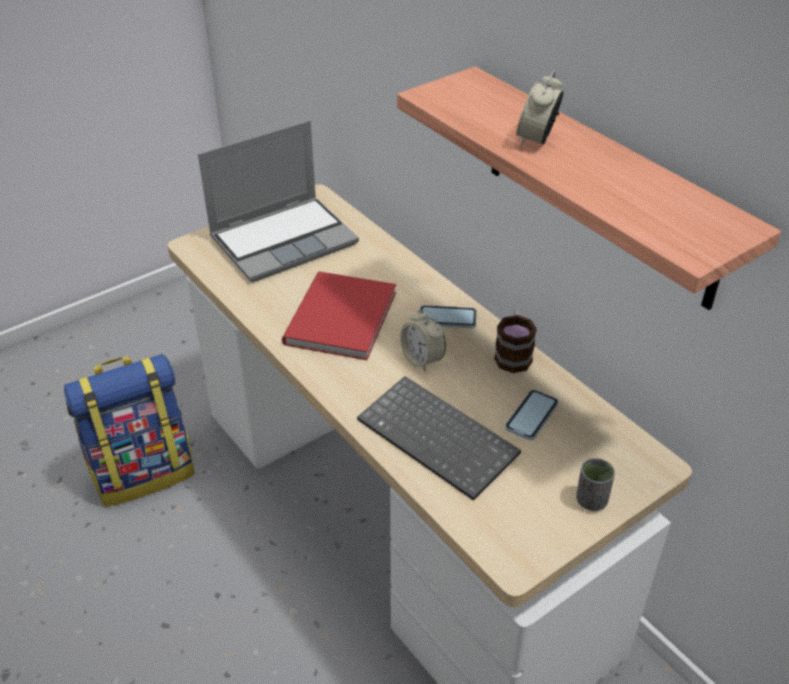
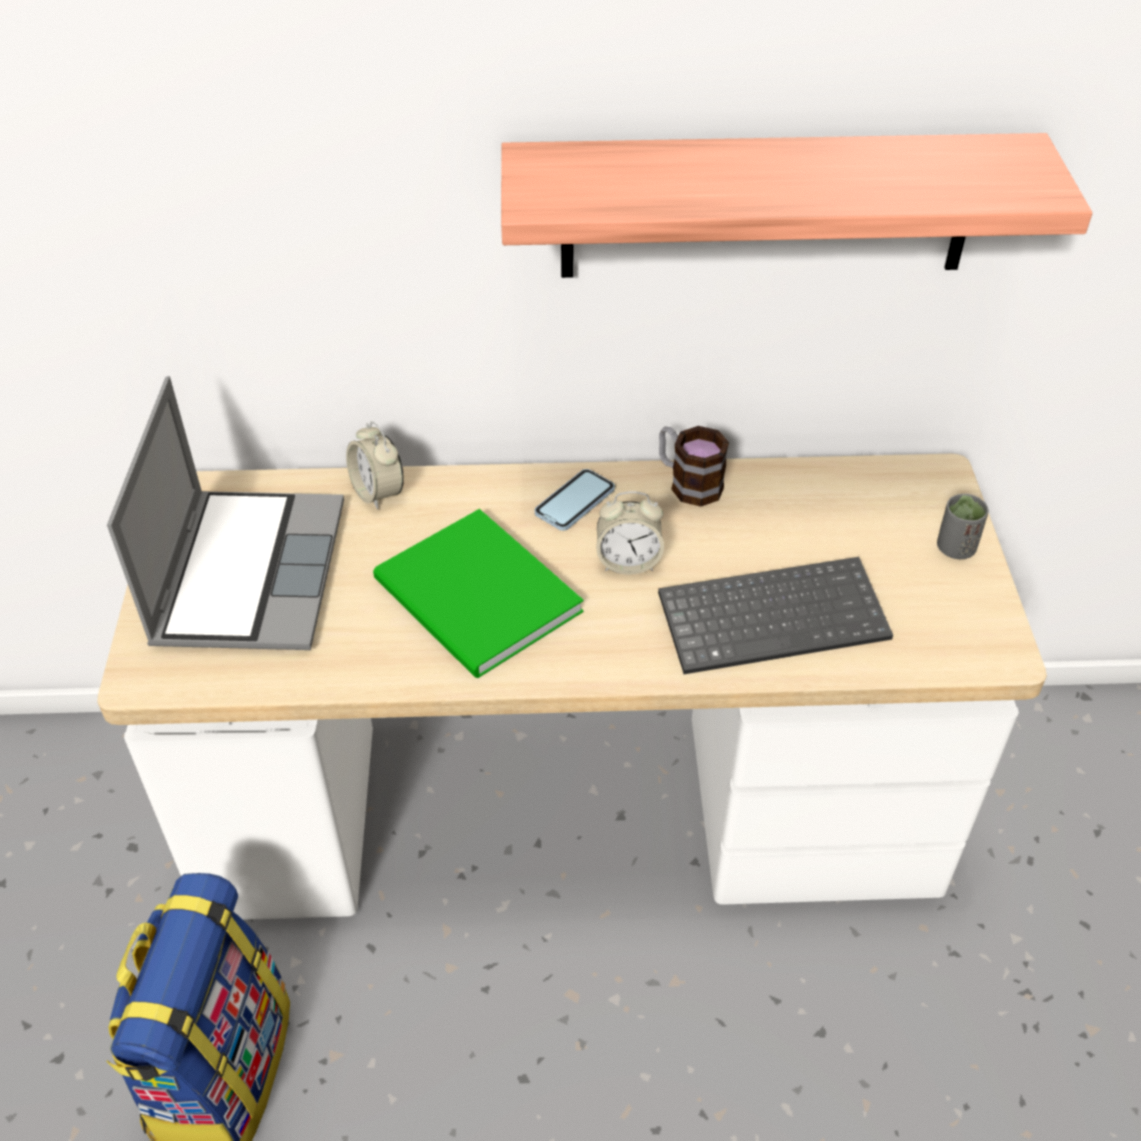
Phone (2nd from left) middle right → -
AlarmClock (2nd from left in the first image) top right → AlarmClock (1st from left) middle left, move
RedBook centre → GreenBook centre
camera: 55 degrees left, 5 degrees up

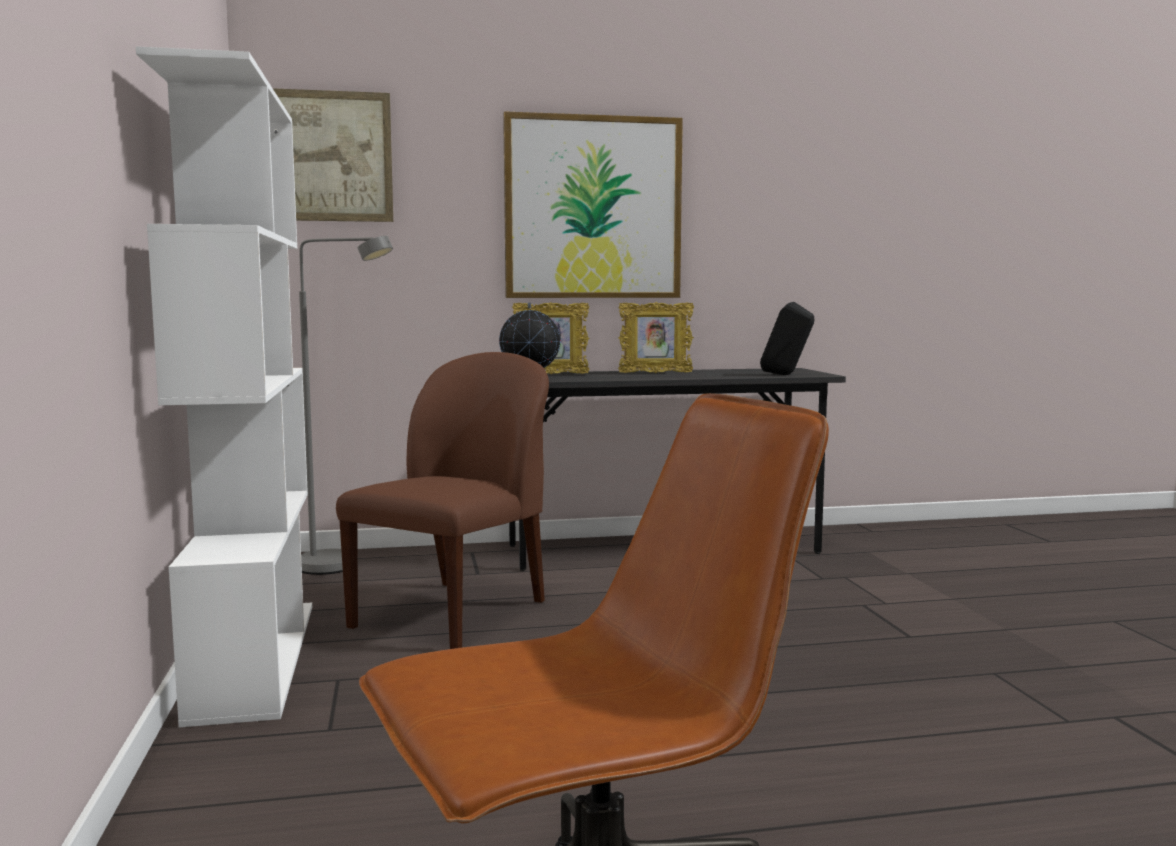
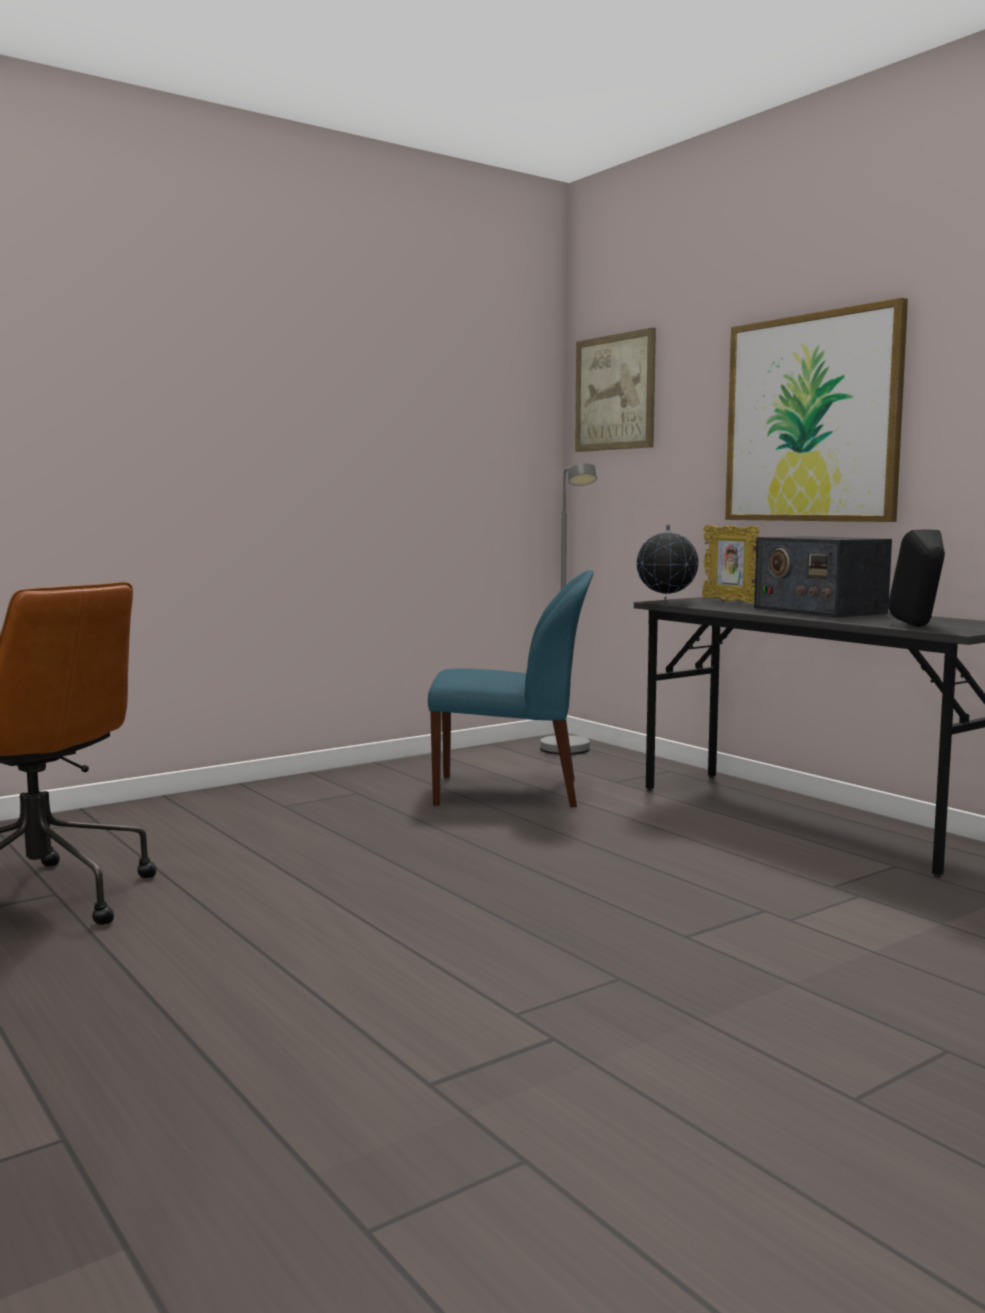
WhiteBookcase middle left → -
PictureFrame (2nd from left) centre → Radio middle right
BrownChair centre → BlueChair centre
camera: 65 degrees right, 0 degrees up

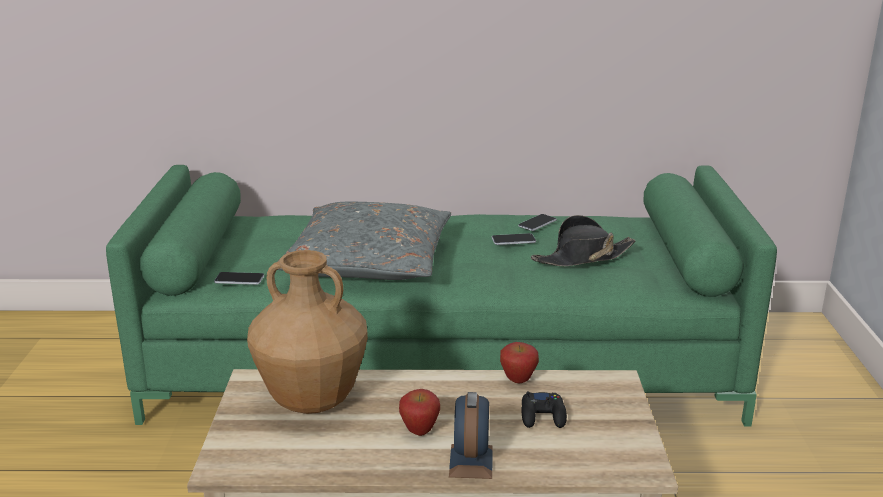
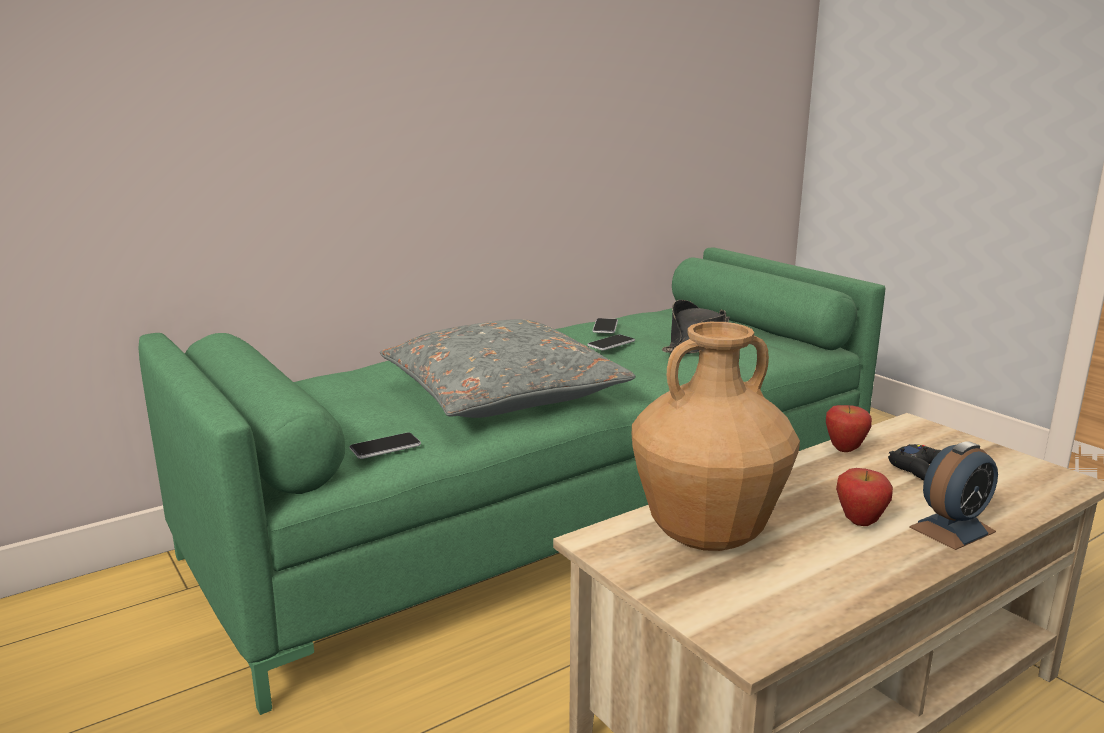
AlarmClock bottom centre → AlarmClock bottom right, 90 degrees counterclockwise
camera: 35 degrees left, 5 degrees down

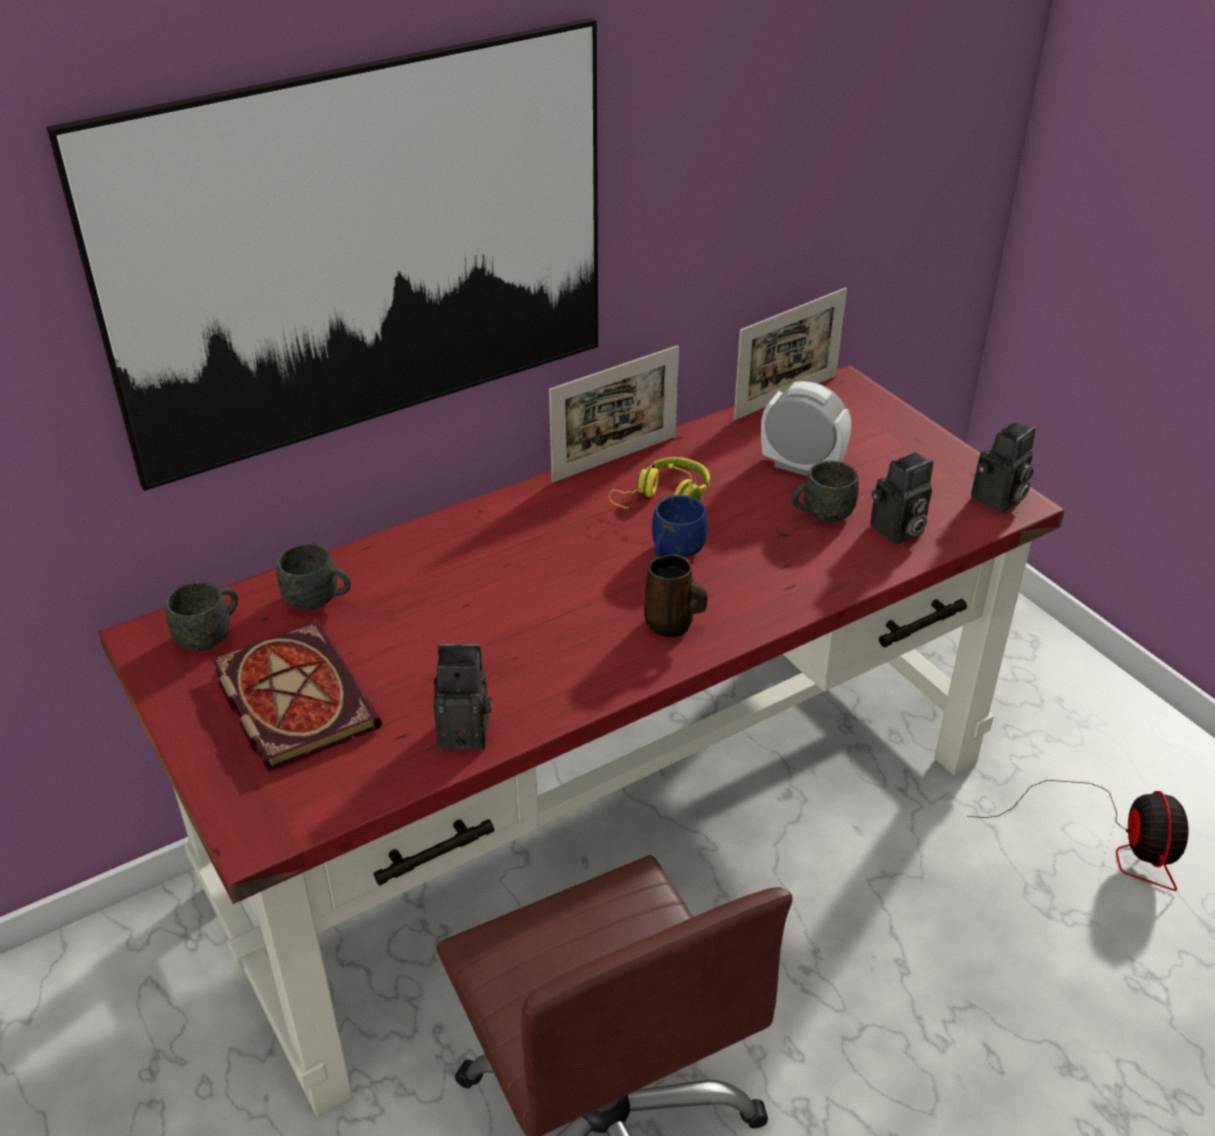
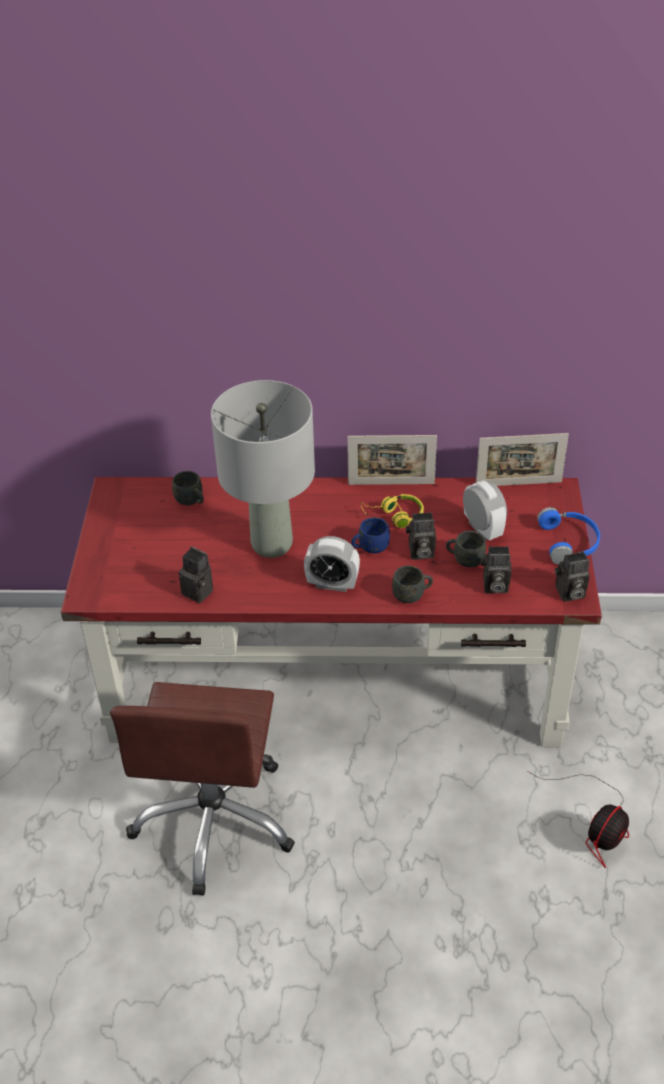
Picture top left → -
Book middle left → -
- → GreyTableLamp centre
- → PhotoCamera (2nd from left) centre
- → BlueHeadphones middle right
GreyMug (1st from left in the first image) middle left → GreyMug (2nd from left) centre, move
BrownMug centre → AlarmClock (1st from left) centre
camera: 35 degrees right, 5 degrees up

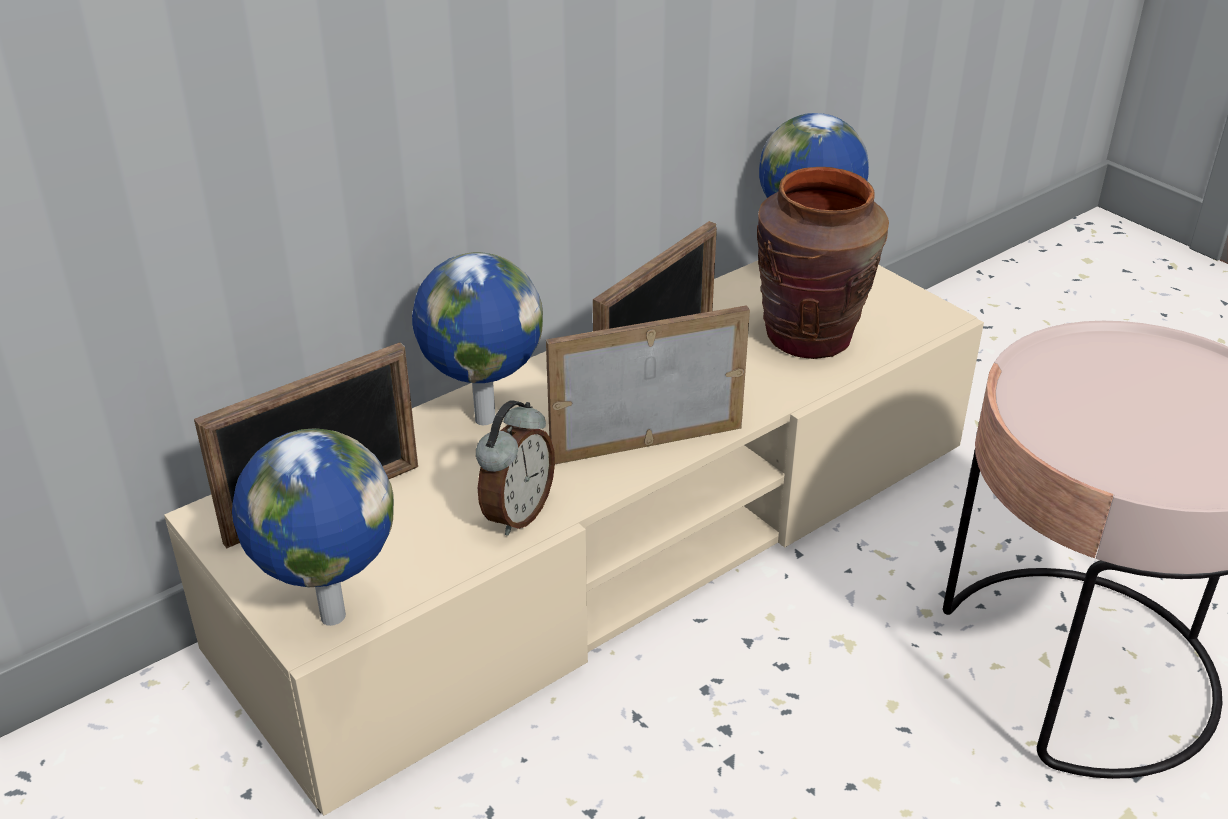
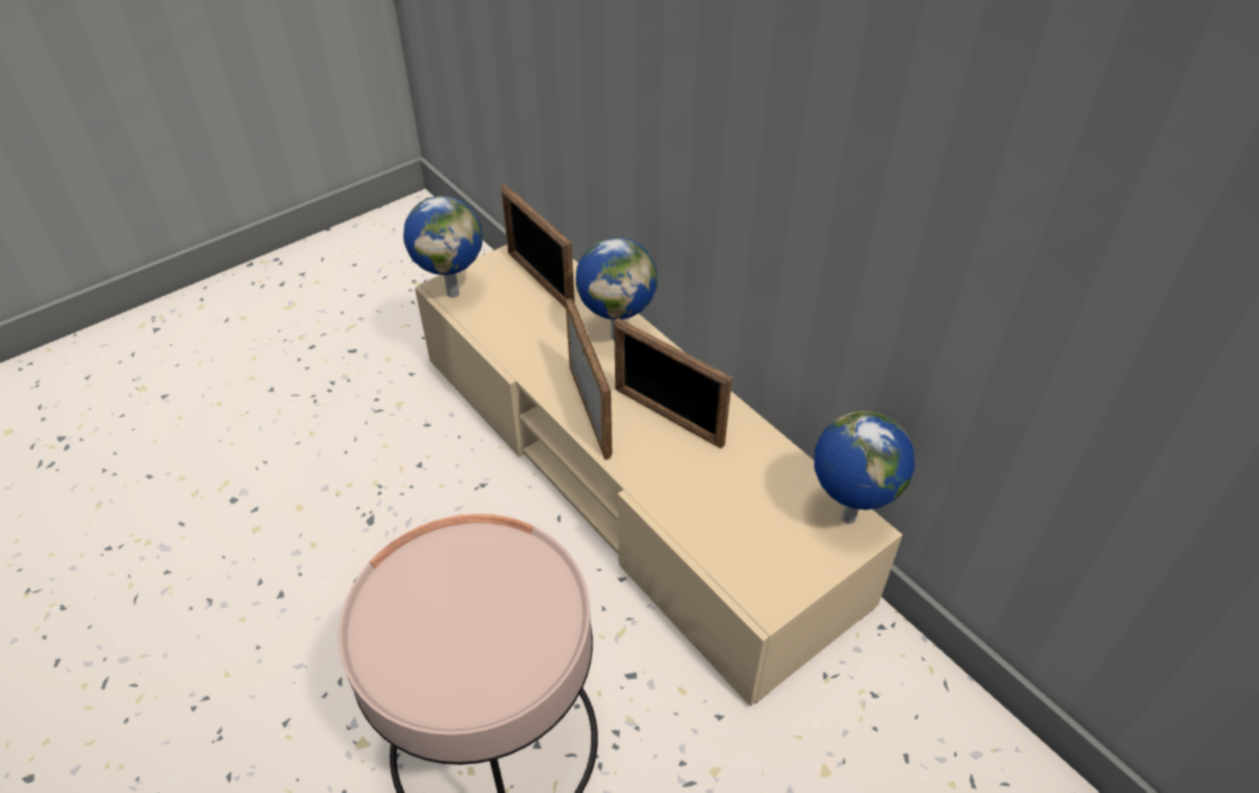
AlarmClock centre → -
BrownVase top right → -
camera: 90 degrees right, 10 degrees up

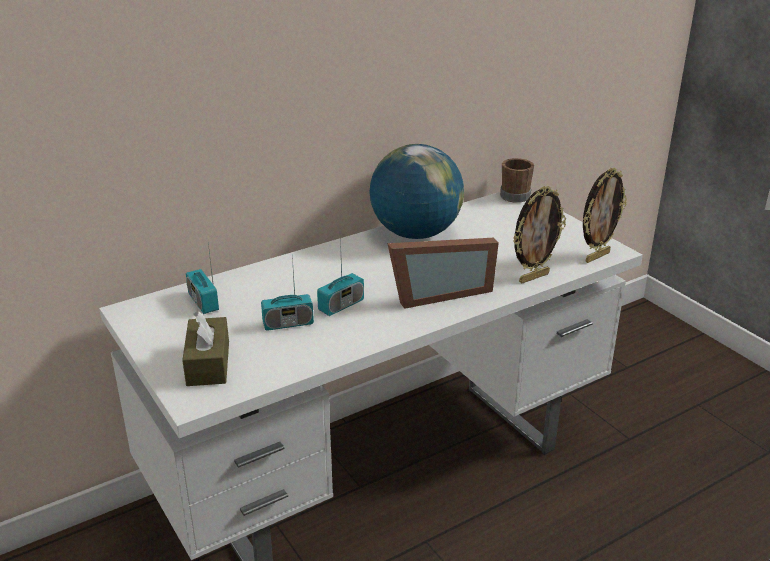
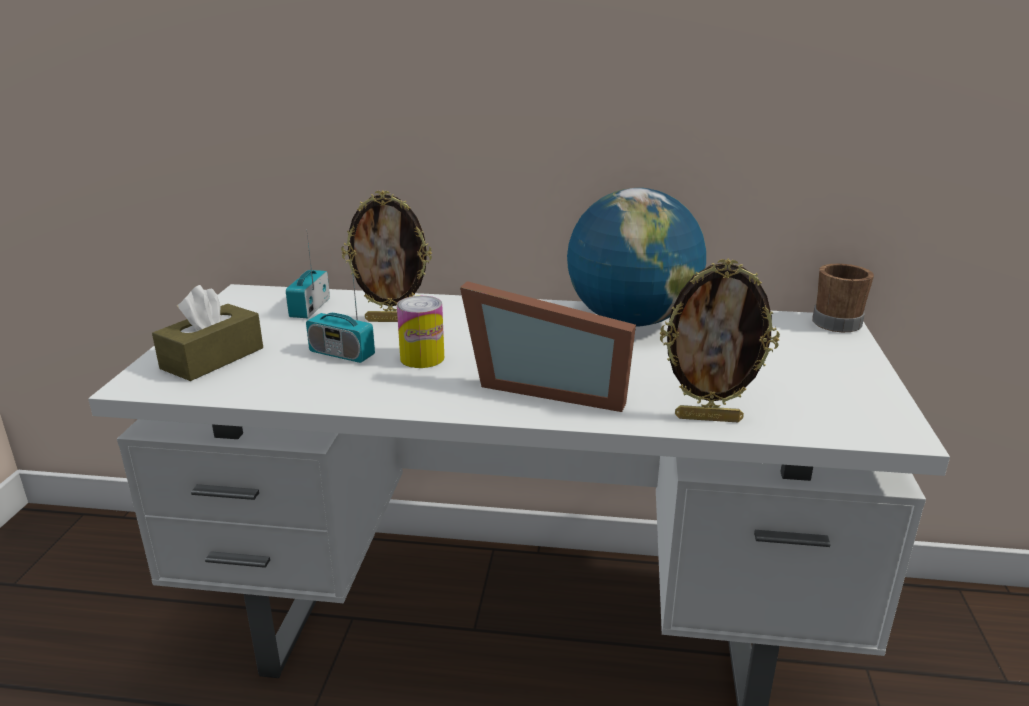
PictureFrame (3rd from left in the first image) middle right → PictureFrame (1st from left) centre, move
Radio (3rd from left) centre → Can centre
camera: 40 degrees right, 5 degrees down

